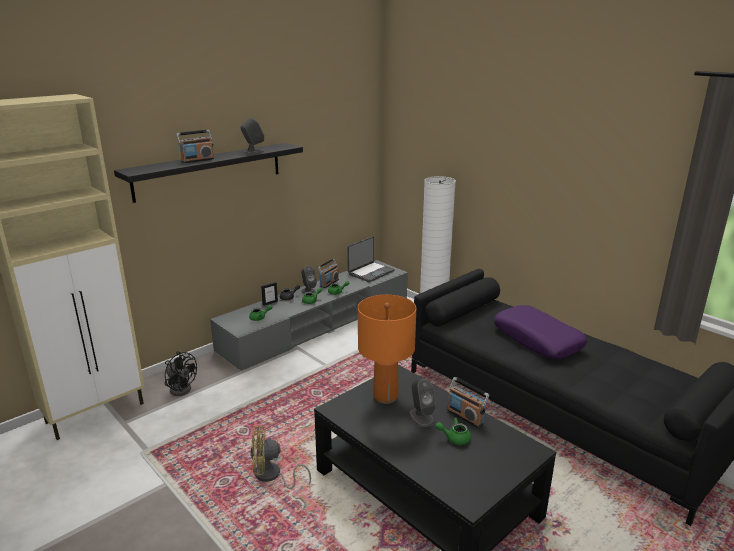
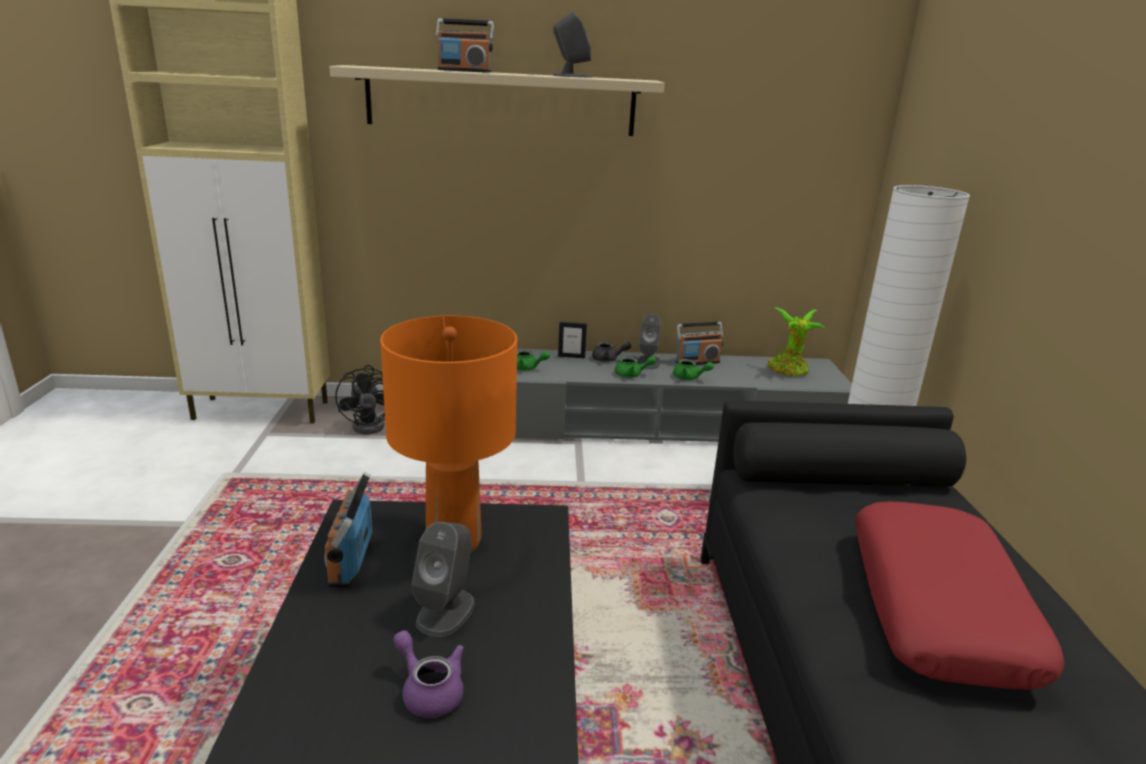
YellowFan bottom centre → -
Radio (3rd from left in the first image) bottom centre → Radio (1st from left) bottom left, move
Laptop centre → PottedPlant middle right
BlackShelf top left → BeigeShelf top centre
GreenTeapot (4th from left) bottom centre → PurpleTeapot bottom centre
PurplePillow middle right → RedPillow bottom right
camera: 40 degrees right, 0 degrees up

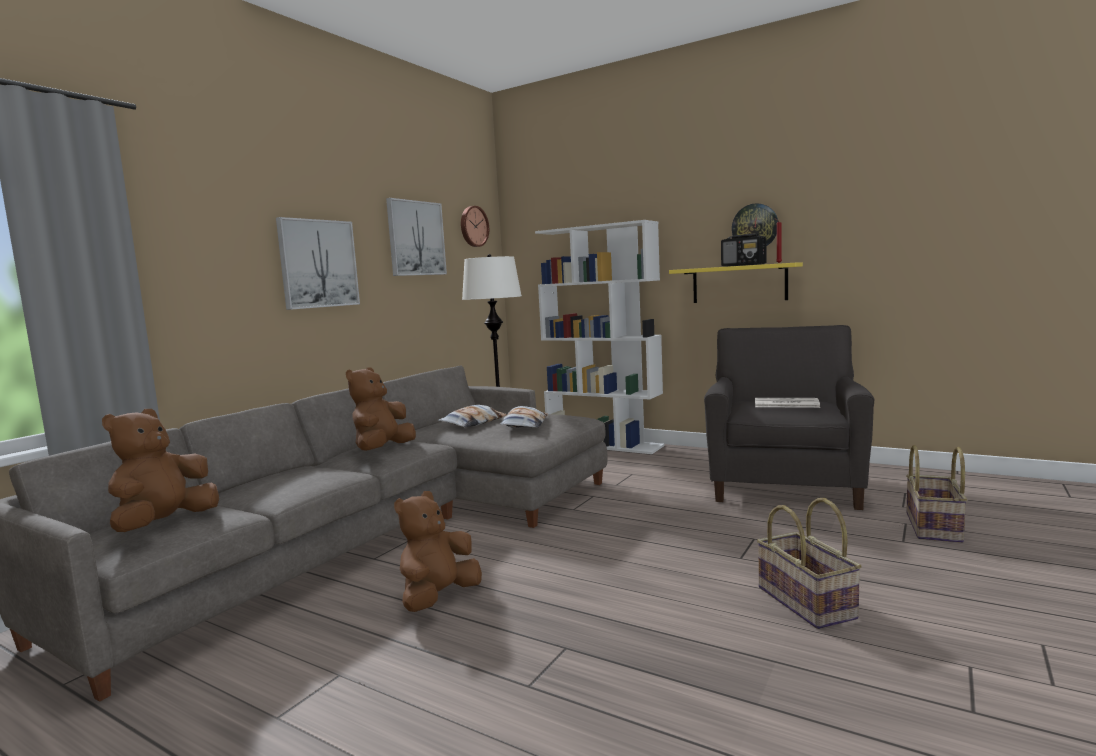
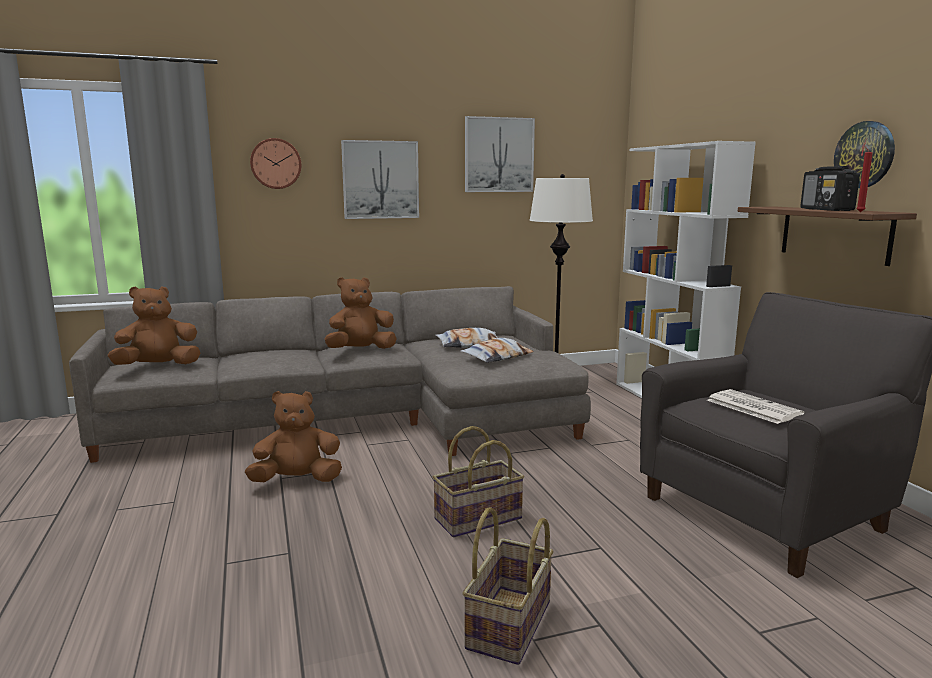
WallClock (1st from left) top centre → WallClock (1st from left) top left, move
Basket (2nd from left in the first image) middle right → Basket (1st from left) bottom centre, move
YellowShelf middle right → BrownShelf middle right
camera: 40 degrees right, 5 degrees up

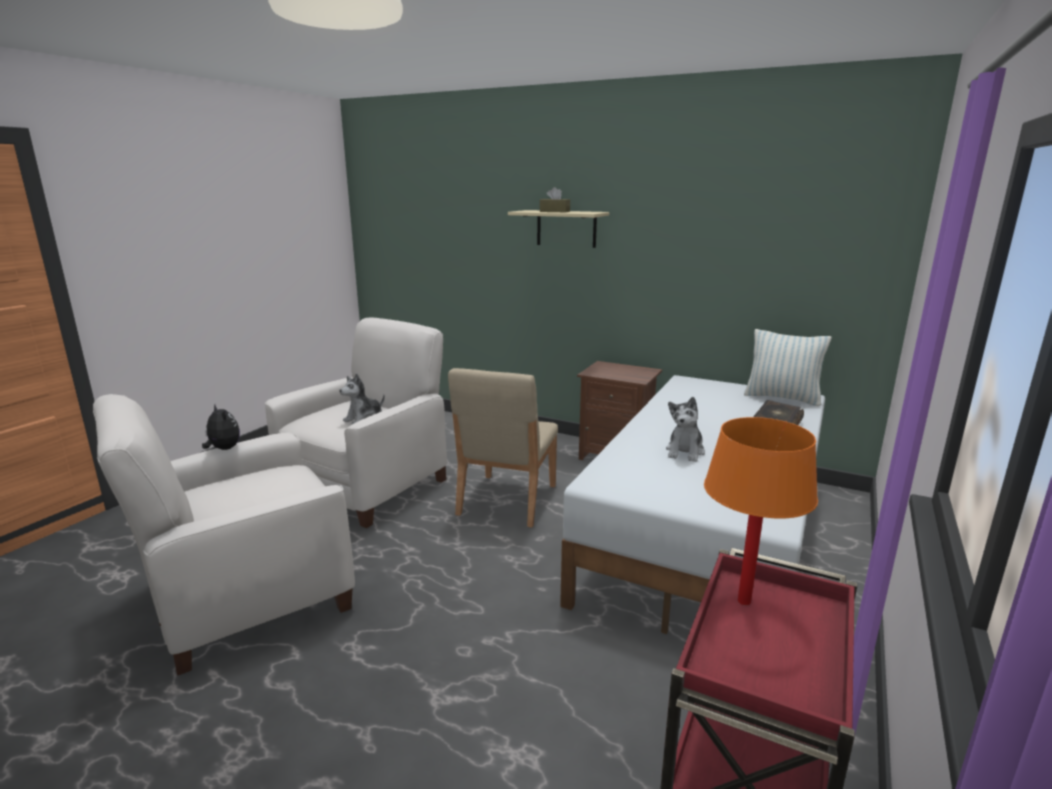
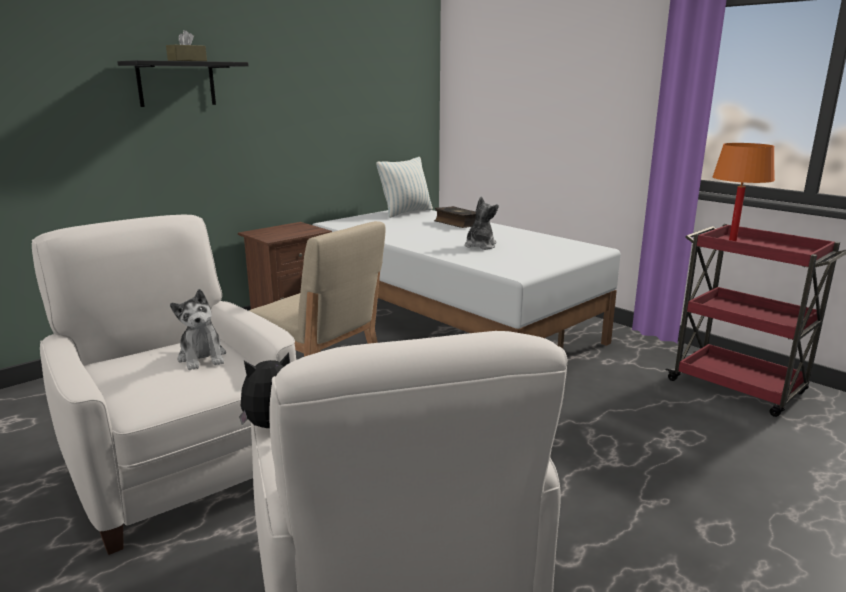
BeigeShelf top centre → BlackShelf top left
PlushToy (3rd from left) centre, 105 degrees counterclockwise
camera: 70 degrees left, 0 degrees up

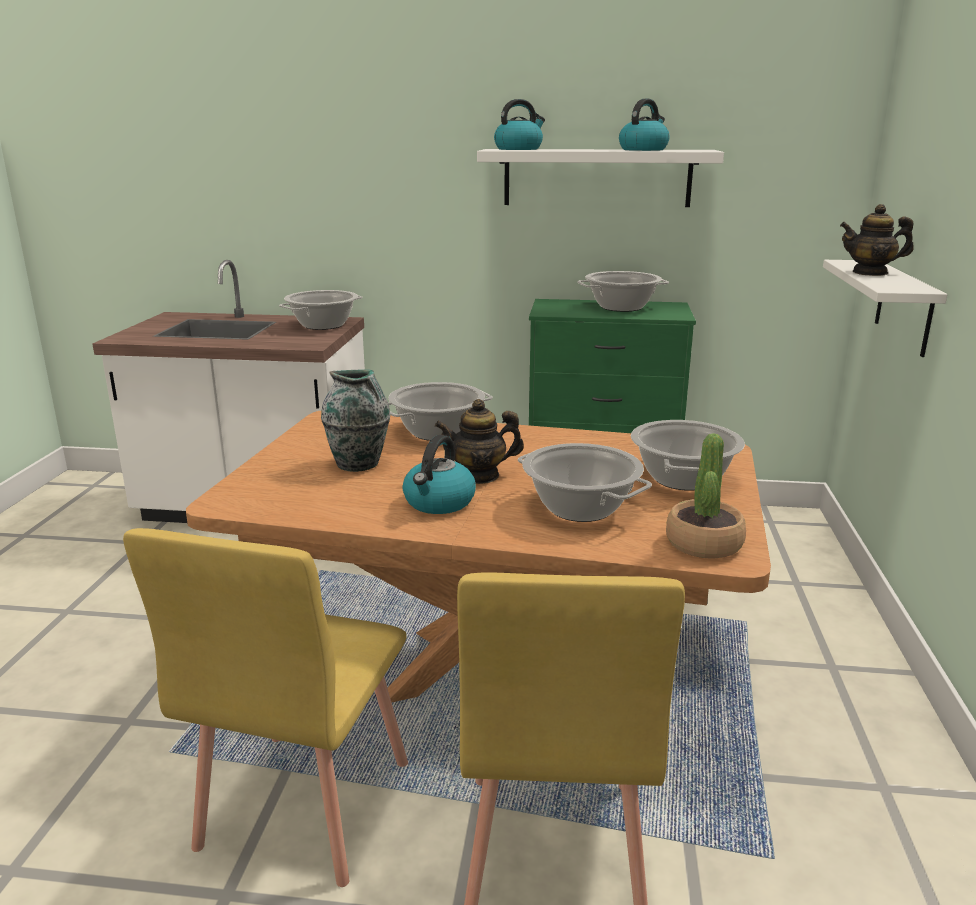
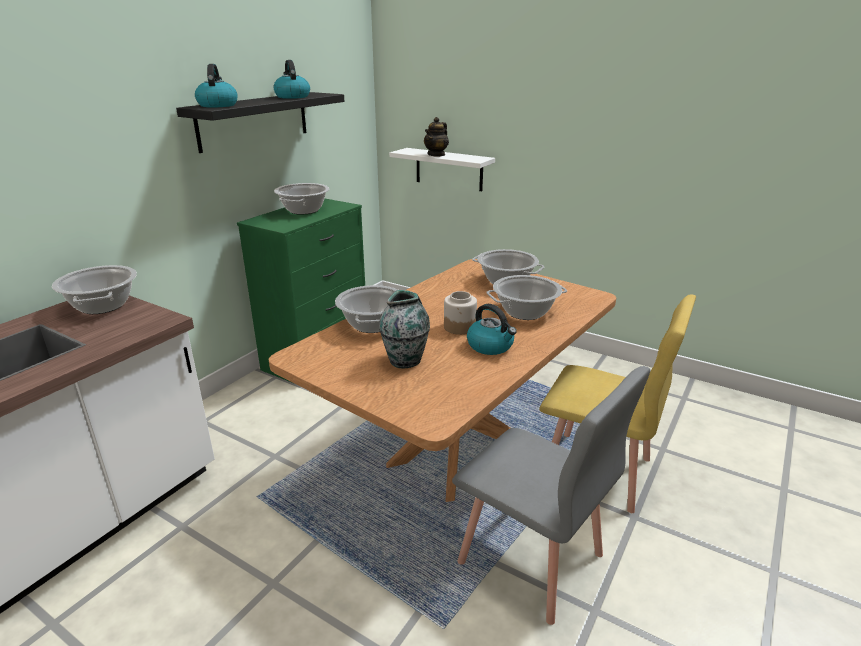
PottedPlant middle right → -
Teapot (1st from left) centre → Jar centre
YellowChair (1st from left) bottom left → GreyChair bottom centre
WhiteShelf (1st from left) top centre → BlackShelf top left
camera: 65 degrees left, 5 degrees up

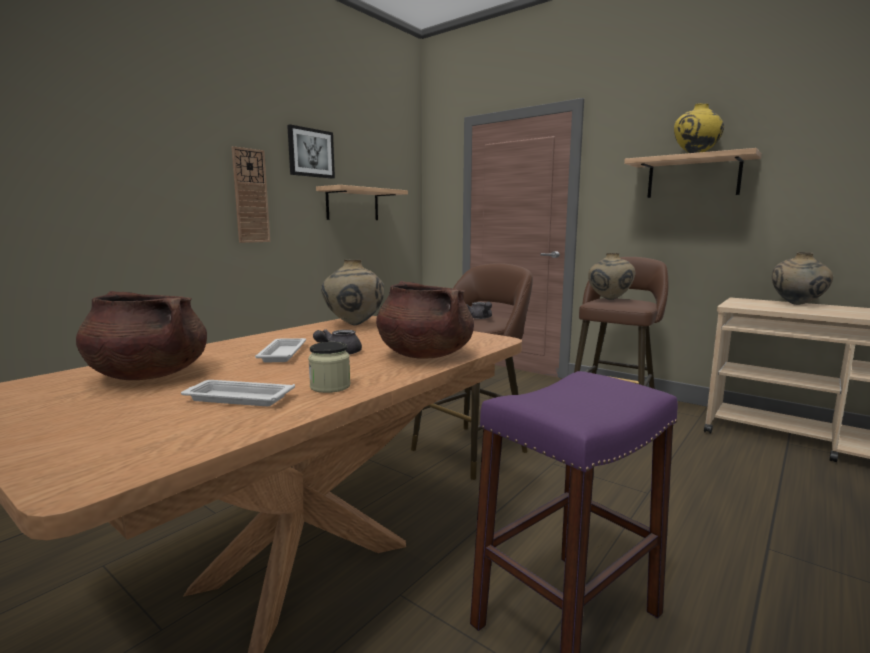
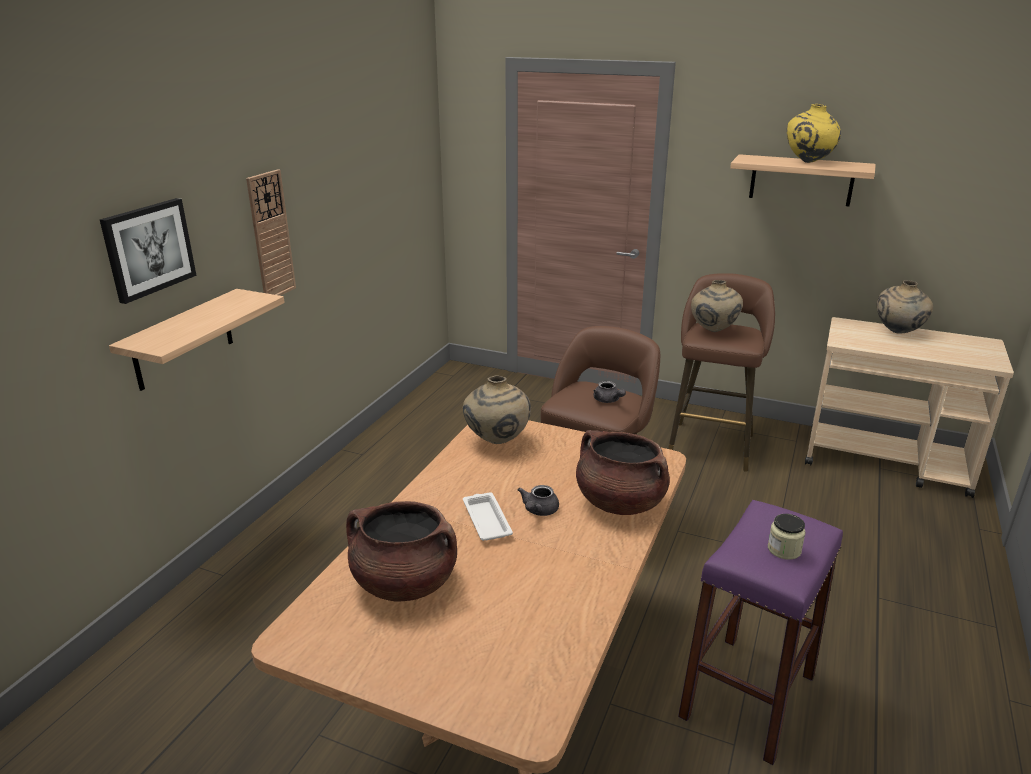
WhiteTray (1st from left) middle left → -
Picture top centre → Picture top left, move
Jar centre → Jar bottom right, move
Shelf (1st from left) top centre → Shelf (1st from left) middle left, move
camera: 15 degrees left, 15 degrees up

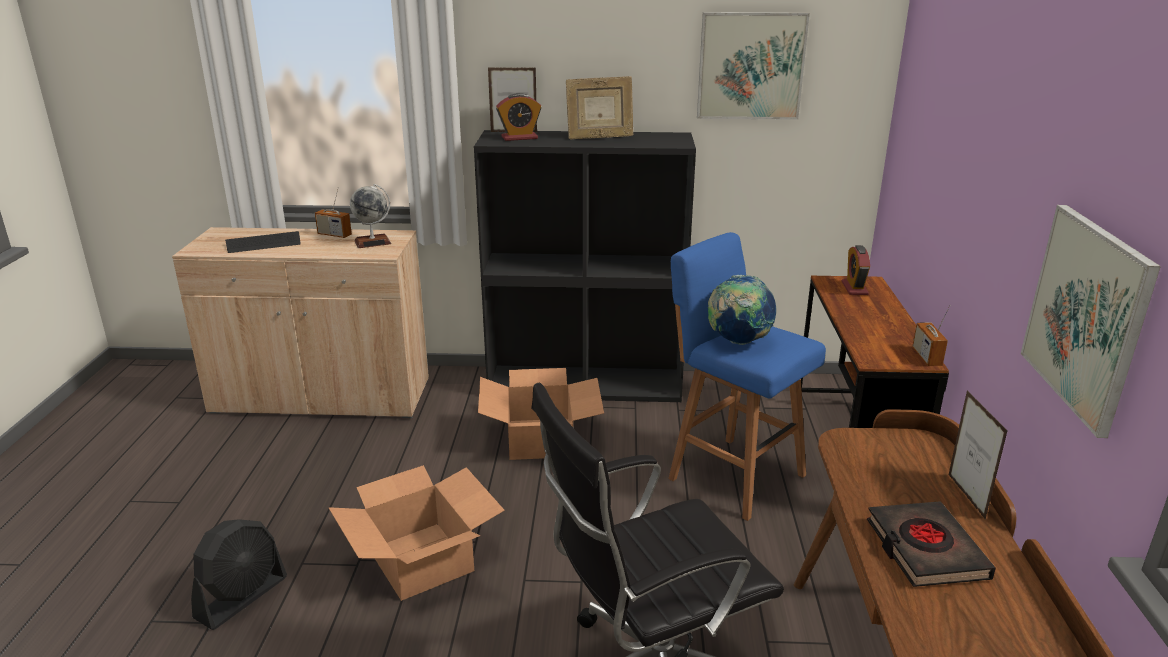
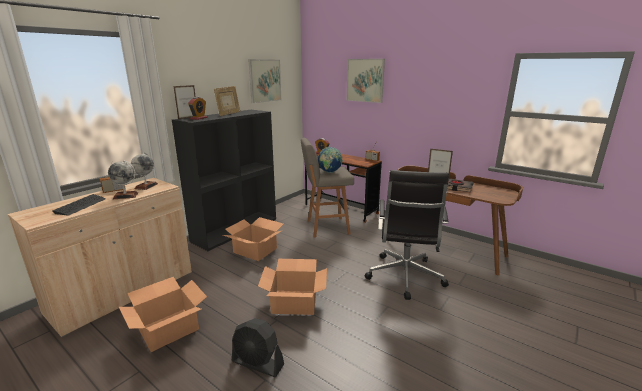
- → Globe (1st from left) middle left
- → CardboardBox (1st from left) bottom left
Picture (2nd from left) middle right → Picture (2nd from left) top centre, move
BlueStool centre → GreyStool centre
BlackFan bottom left → BlackFan bottom centre, 135 degrees clockwise
camera: 55 degrees left, 5 degrees down

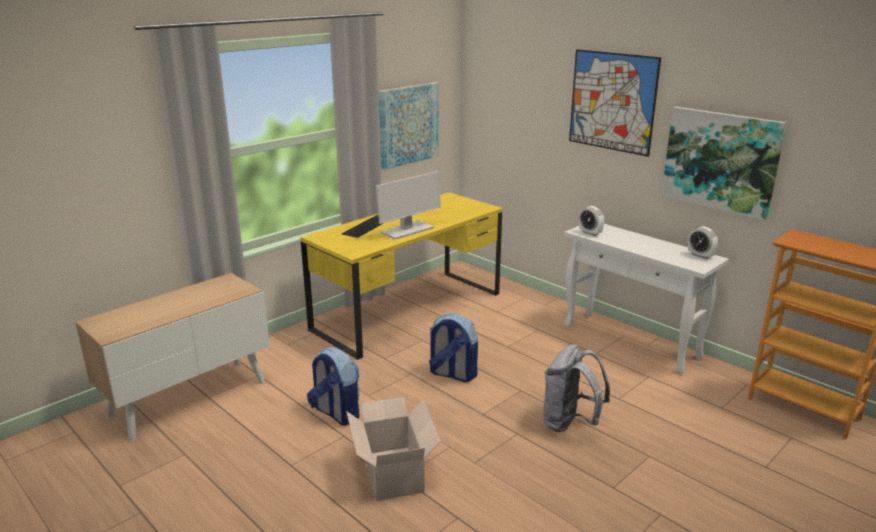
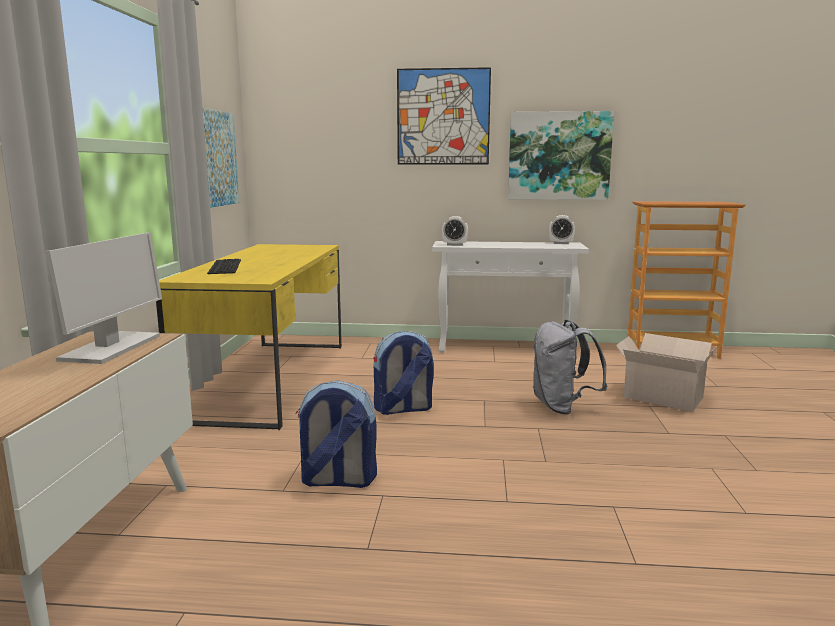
CardboardBox bottom centre → CardboardBox middle right, move
Monitor centre → Monitor middle left, move
camera: 40 degrees left, 10 degrees down

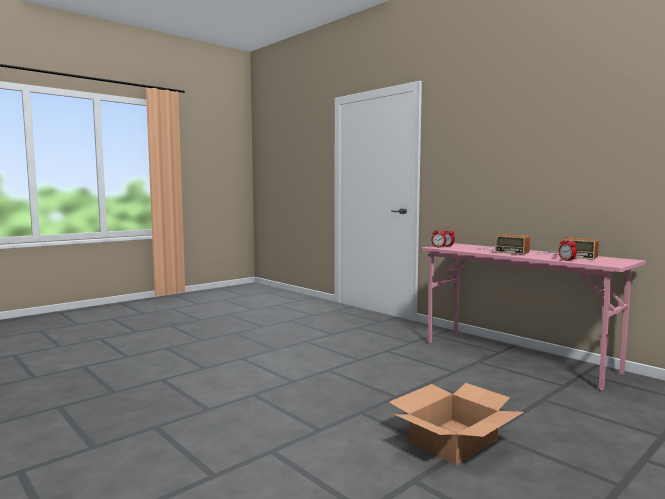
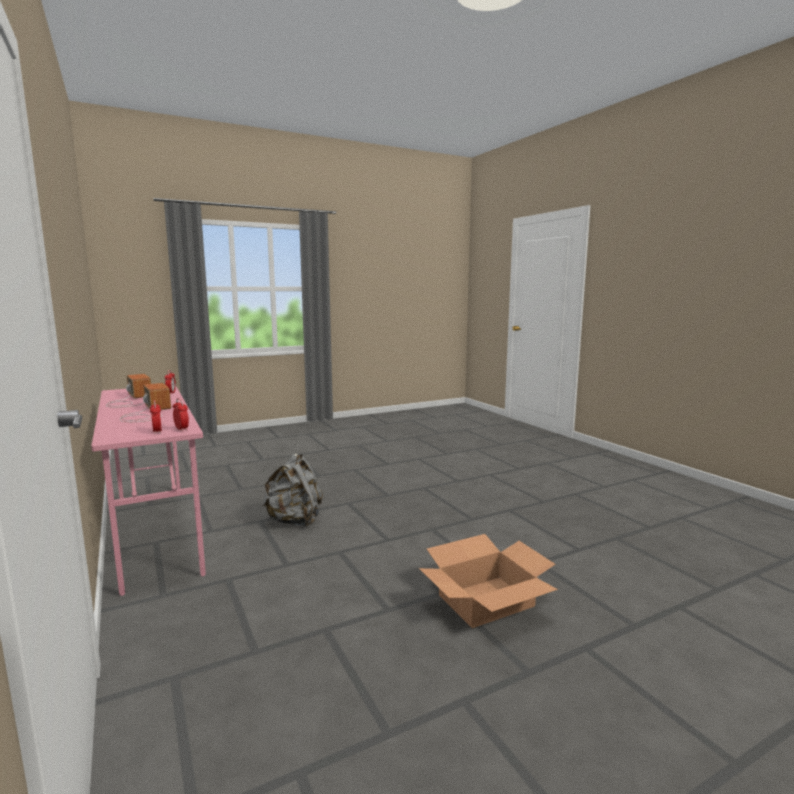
- → GreyBackpack centre
CardboardBox bottom right → CardboardBox bottom centre, move
camera: 165 degrees left, 5 degrees up

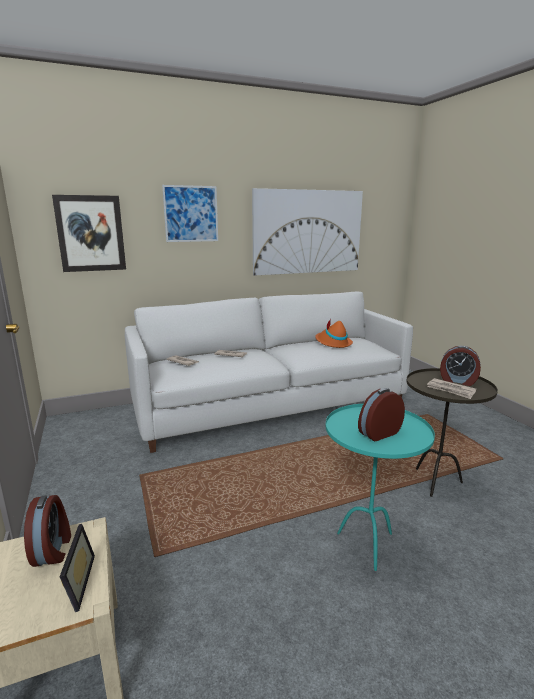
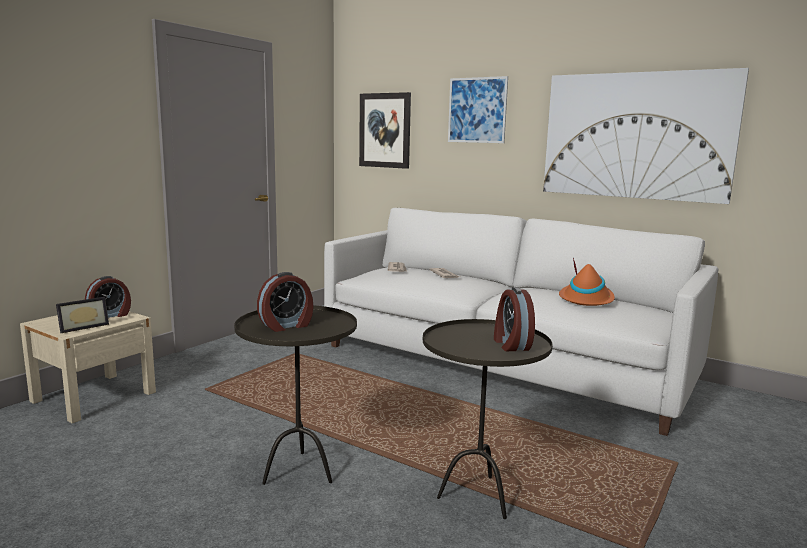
Newspaper (3rd from left) middle right → -
TurquoiseSideTable bottom right → BrownSideTable (1st from left) bottom centre
AlarmClock (2nd from left) middle right → AlarmClock (2nd from left) centre, 120 degrees clockwise
camera: 55 degrees right, 5 degrees down

